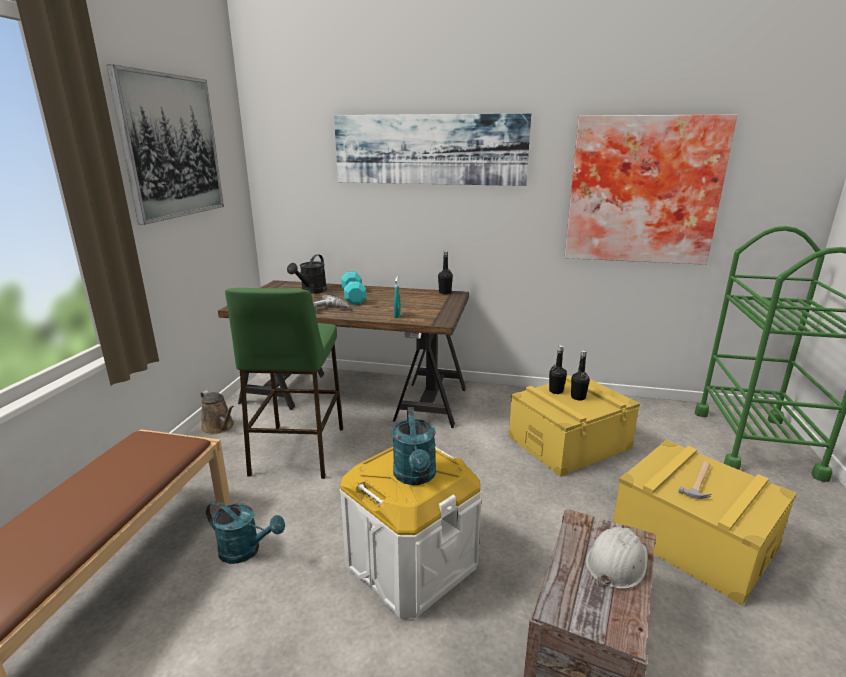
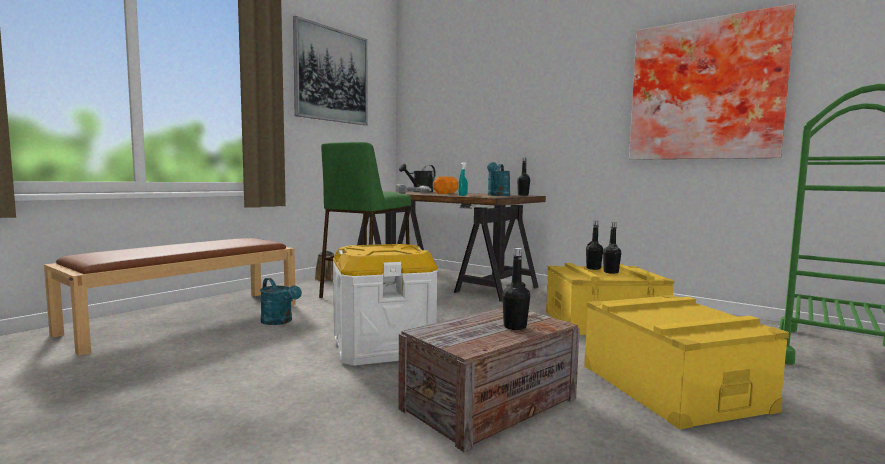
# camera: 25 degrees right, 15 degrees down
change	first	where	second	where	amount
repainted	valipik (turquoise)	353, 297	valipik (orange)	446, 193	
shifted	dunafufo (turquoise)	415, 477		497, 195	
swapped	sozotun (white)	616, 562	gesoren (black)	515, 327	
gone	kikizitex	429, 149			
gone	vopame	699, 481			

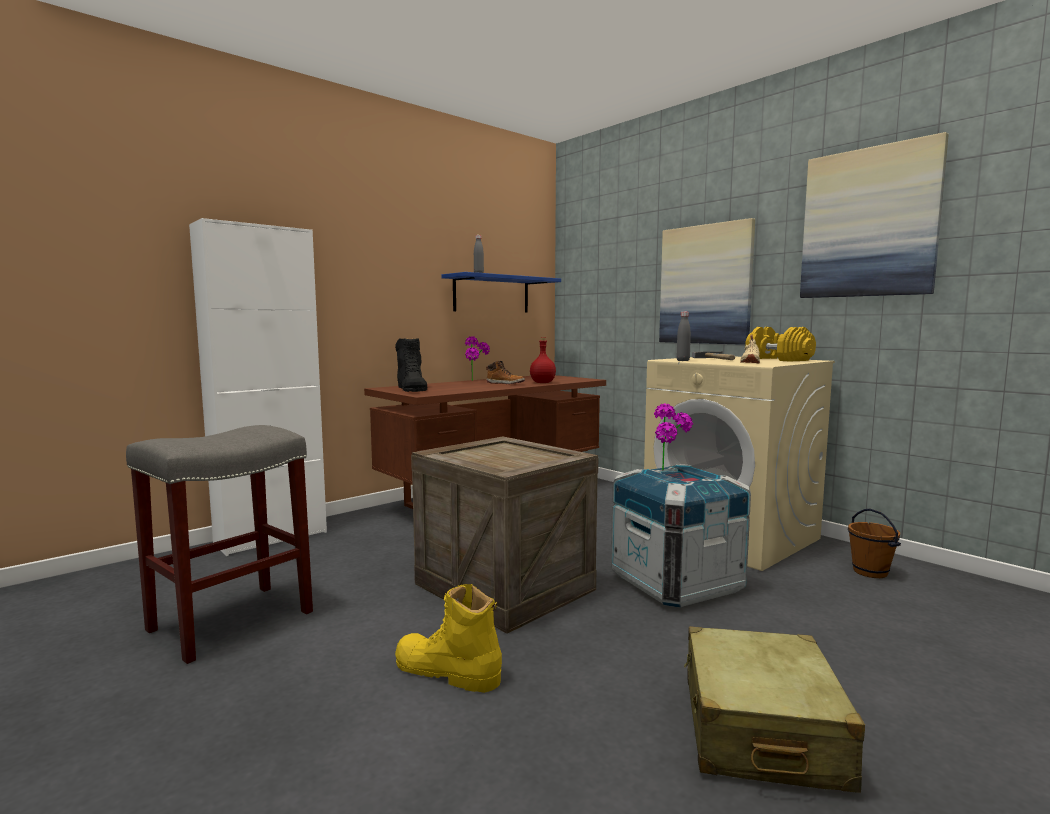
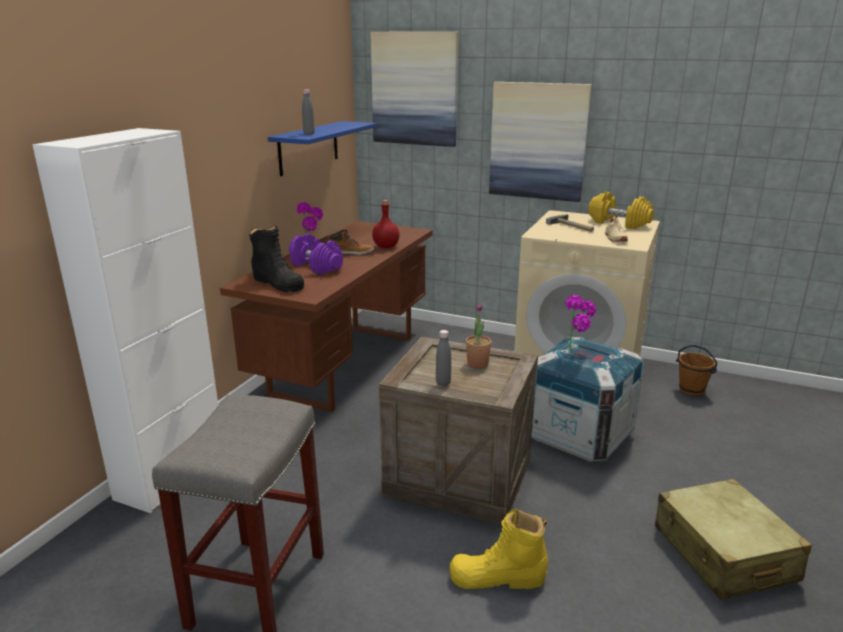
# camera: 25 degrees left, 15 degrees up
change	first	where	second	where	amount
new			valipik (purple)	315, 266	
shifted	kikizitex	869, 223		414, 89	
shifted	gesoren (grey)	683, 360		443, 383	
new			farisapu	477, 363	

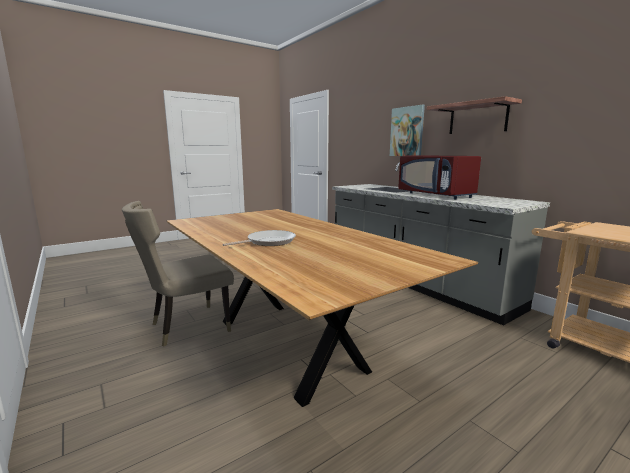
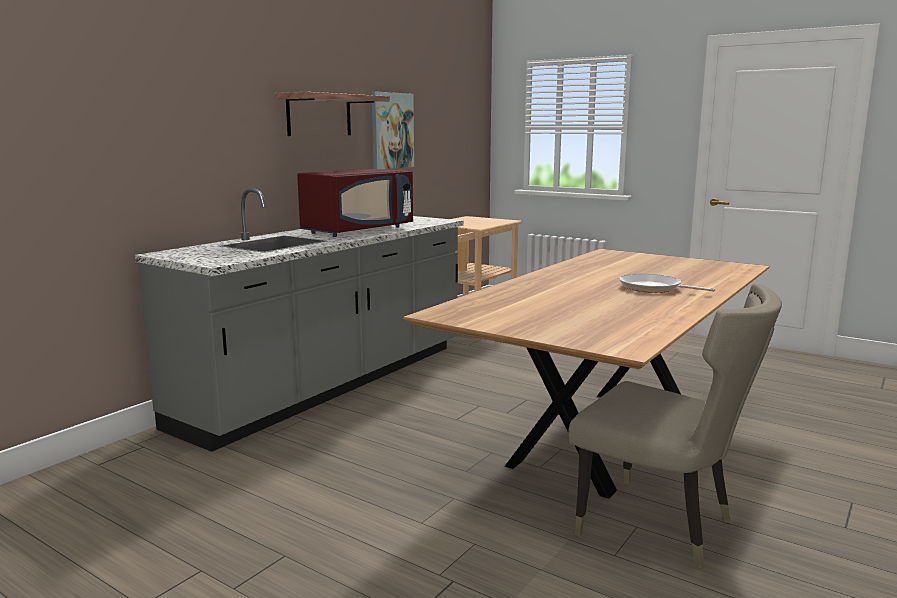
# camera: 110 degrees left, 0 degrees up
change	first	where	second	where	amount
shifted	kikizitex	407, 131		391, 130	

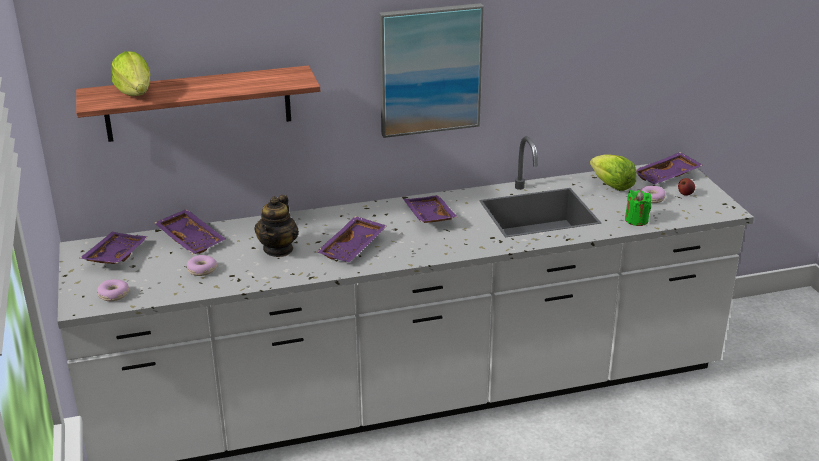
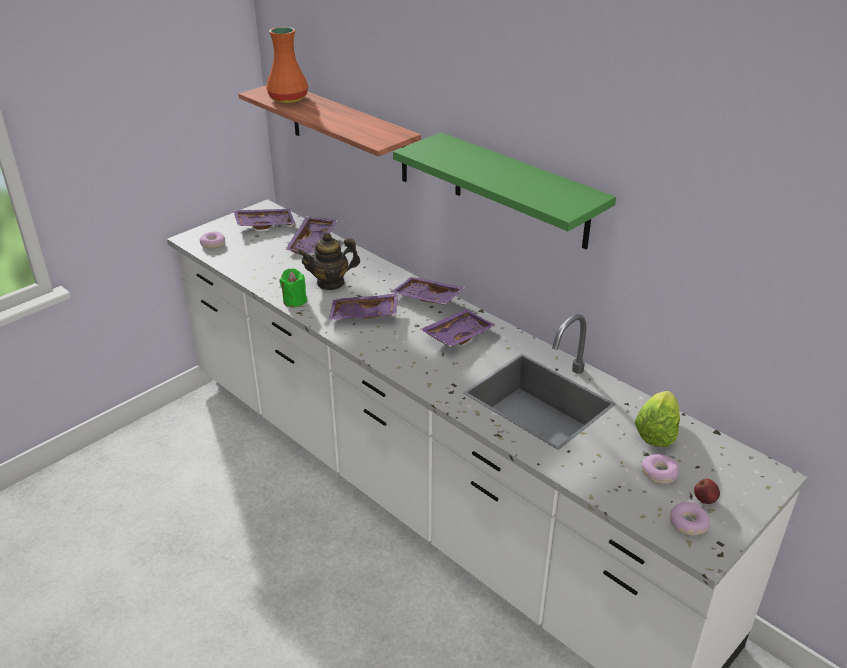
# camera: 60 degrees right, 5 degrees up
change	first	where	second	where	amount
swapped	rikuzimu	135, 93	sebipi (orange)	289, 98	
shifted	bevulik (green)	636, 220		294, 301	
shifted	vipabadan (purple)	667, 176		426, 299	
swapped	kikizitex	430, 70	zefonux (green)	520, 191	
shifted	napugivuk	202, 270		687, 523	

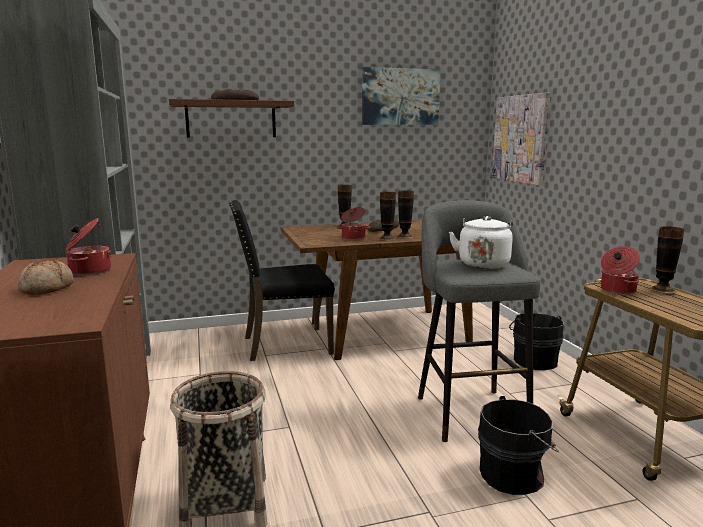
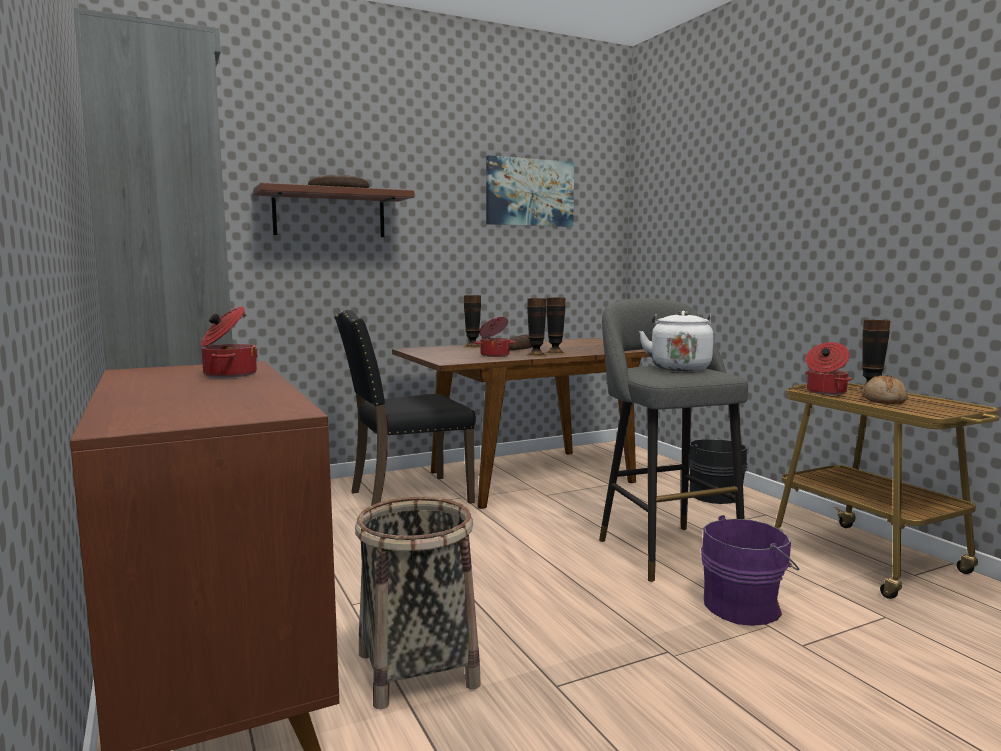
# camera: 10 degrees left, 5 degrees down
change	first	where	second	where	amount
repainted	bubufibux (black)	514, 474	bubufibux (purple)	745, 606	
shifted	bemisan	48, 288		884, 400	
gone	kikizitex	520, 139			

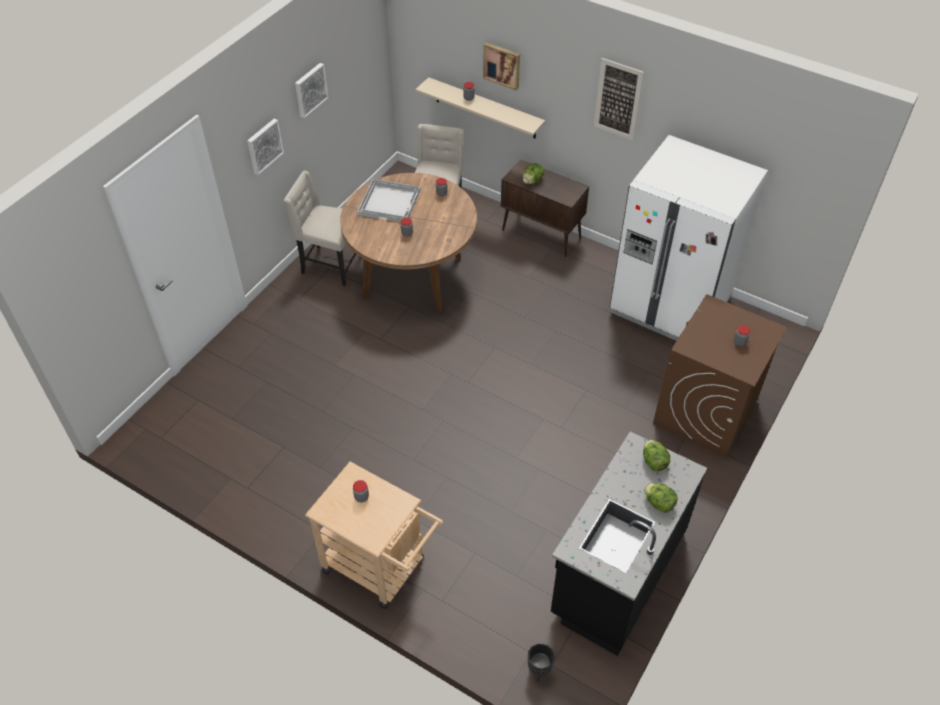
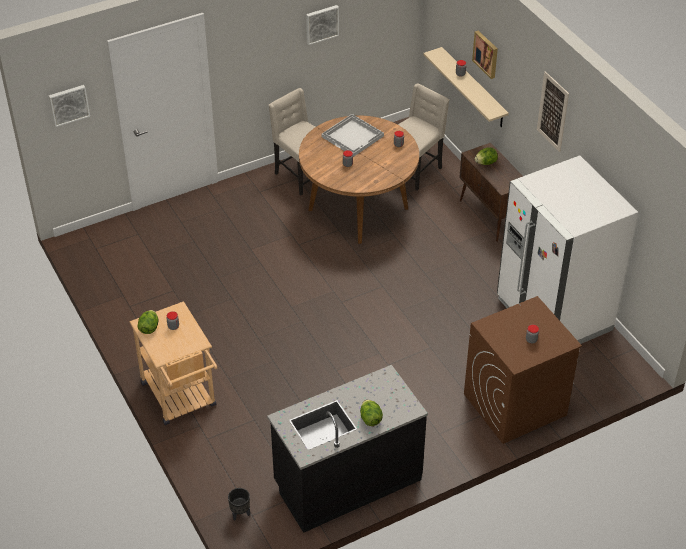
# camera: 30 degrees right, 5 degrees down
change	first	where	second	where	amount
shifted	kikizitex	264, 146		68, 104	
shifted	rikuzimu	654, 462		149, 328	

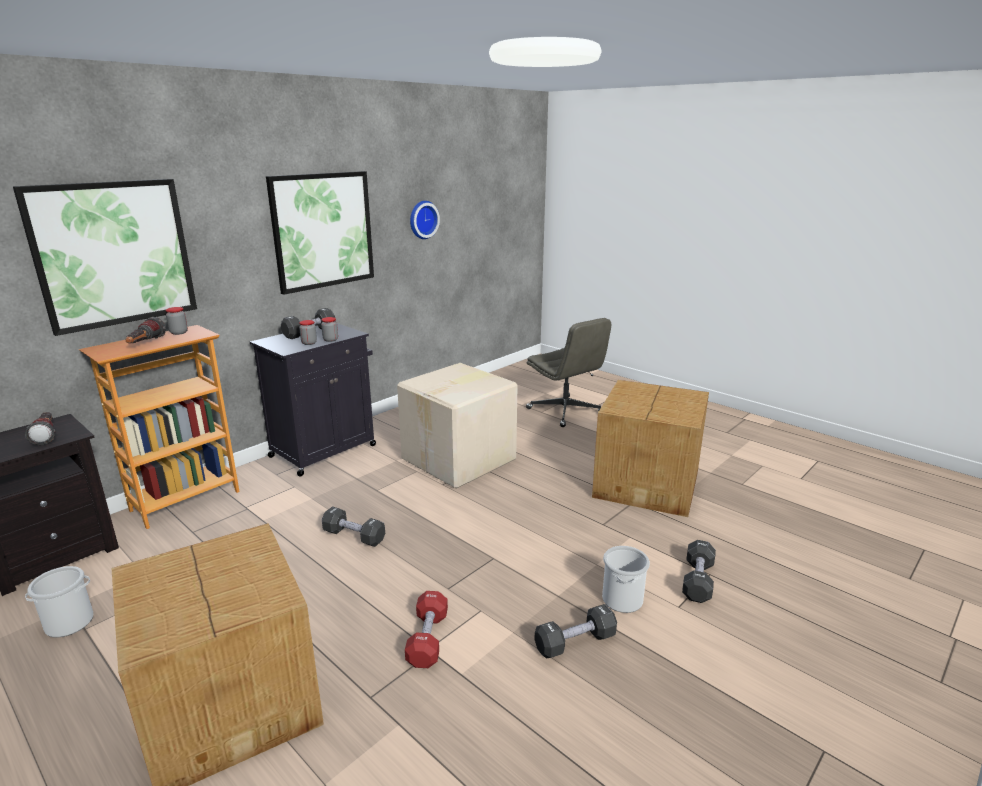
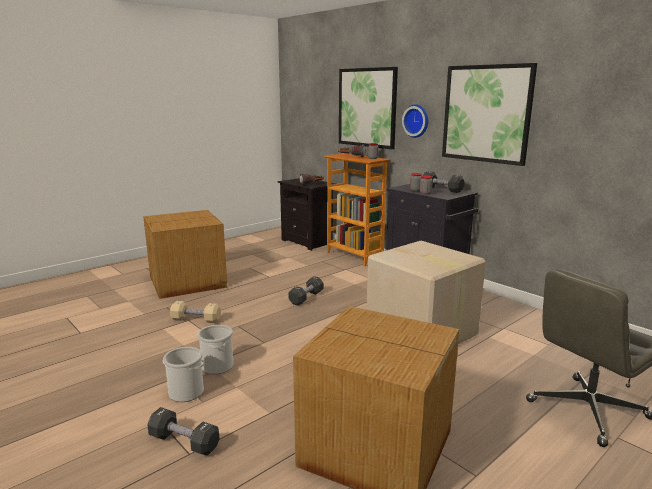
# camera: 95 degrees right, 5 degrees down
change	first	where	second	where	amount
repainted	valipik (red)	427, 639	valipik (beige)	196, 320	
shifted	bubufibux	69, 623		217, 366	
shifted	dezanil	422, 219		417, 121	
gone	valipik (black)	575, 642			

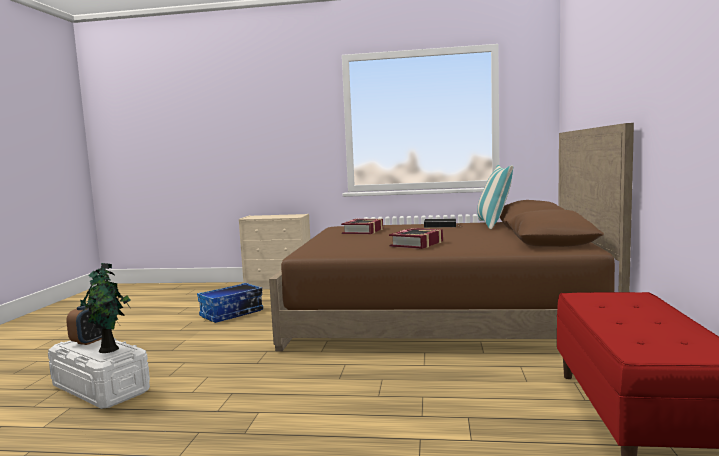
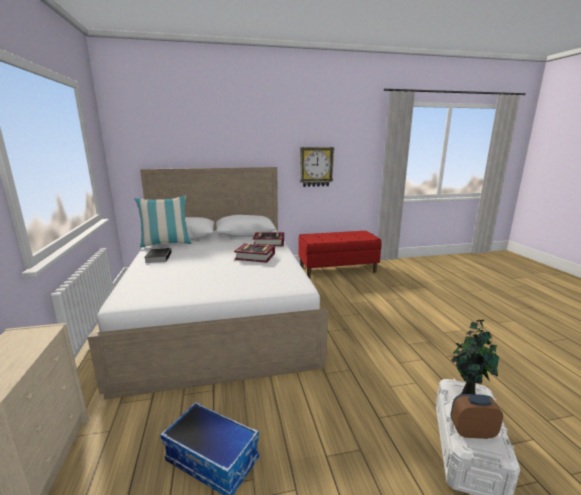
# camera: 110 degrees left, 10 degrees up
change	first	where	second	where	amount
repainted	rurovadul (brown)	441, 315	rurovadul (white)	220, 311	
shifted	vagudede	363, 231		269, 242	
new			dezanil	316, 166	

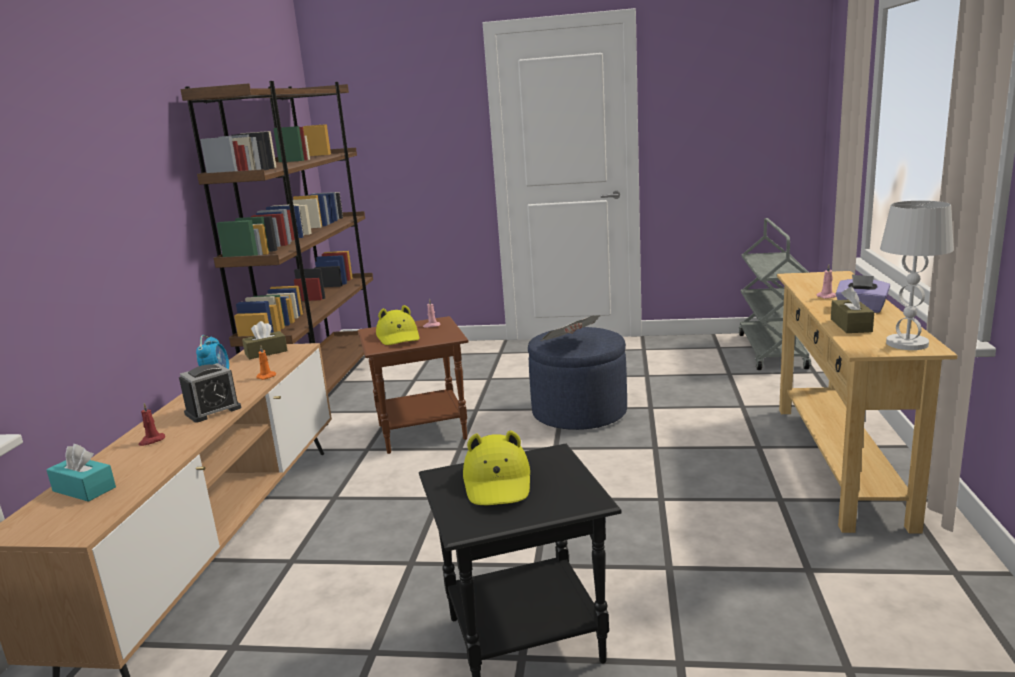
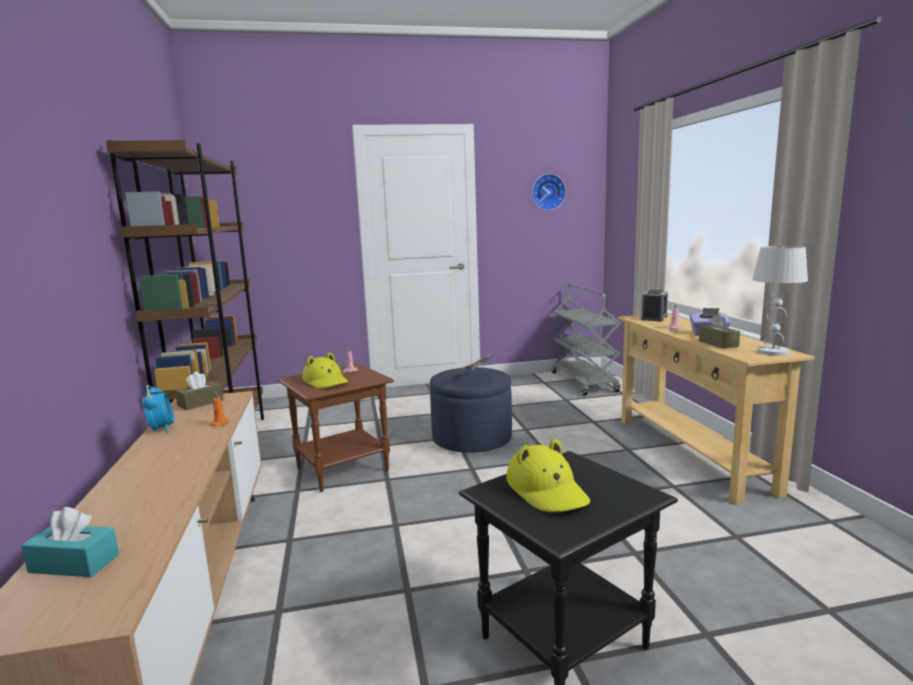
# camera: 20 degrees left, 5 degrees down
change	first	where	second	where	amount
new			dezanil	547, 192	
shifted	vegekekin	213, 411		654, 318	
gone	bevulik (red)	151, 441			

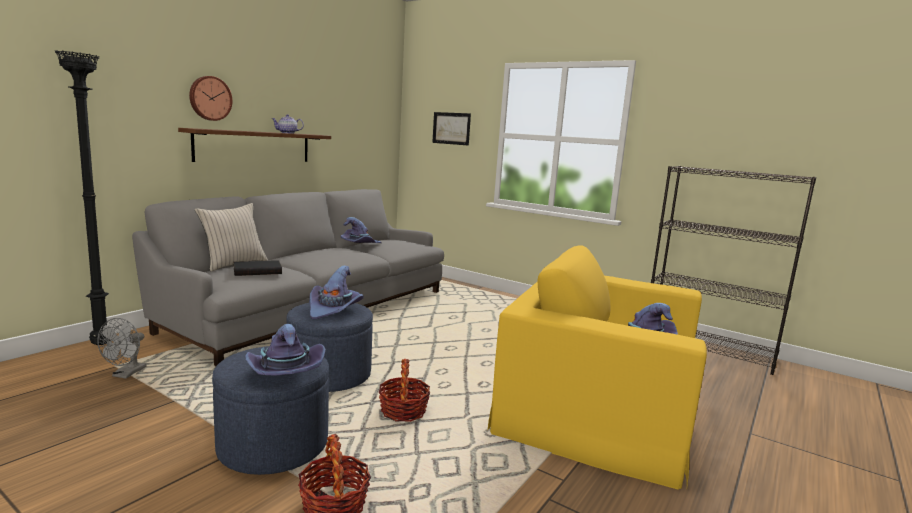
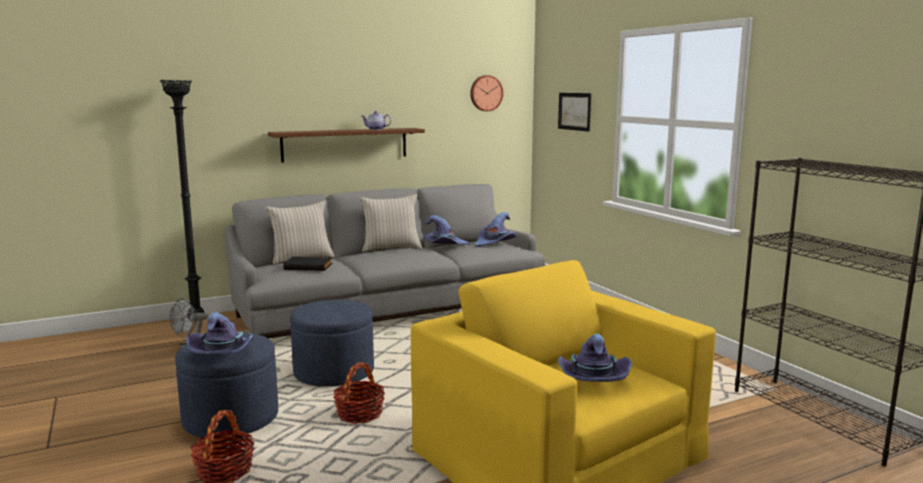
# camera: 30 degrees right, 0 degrees up
change	first	where	second	where	amount
new			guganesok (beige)	391, 248	
shifted	dezanil	210, 98		485, 93	
shifted	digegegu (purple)	334, 309		495, 243	

